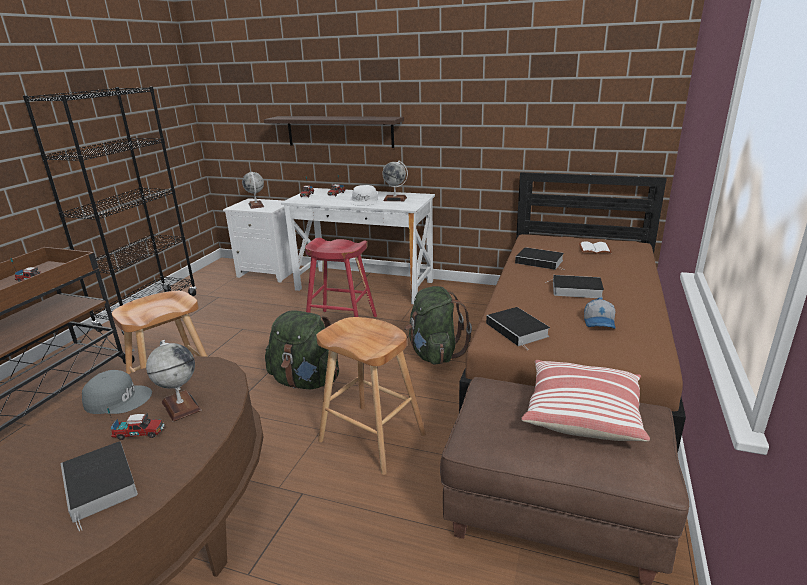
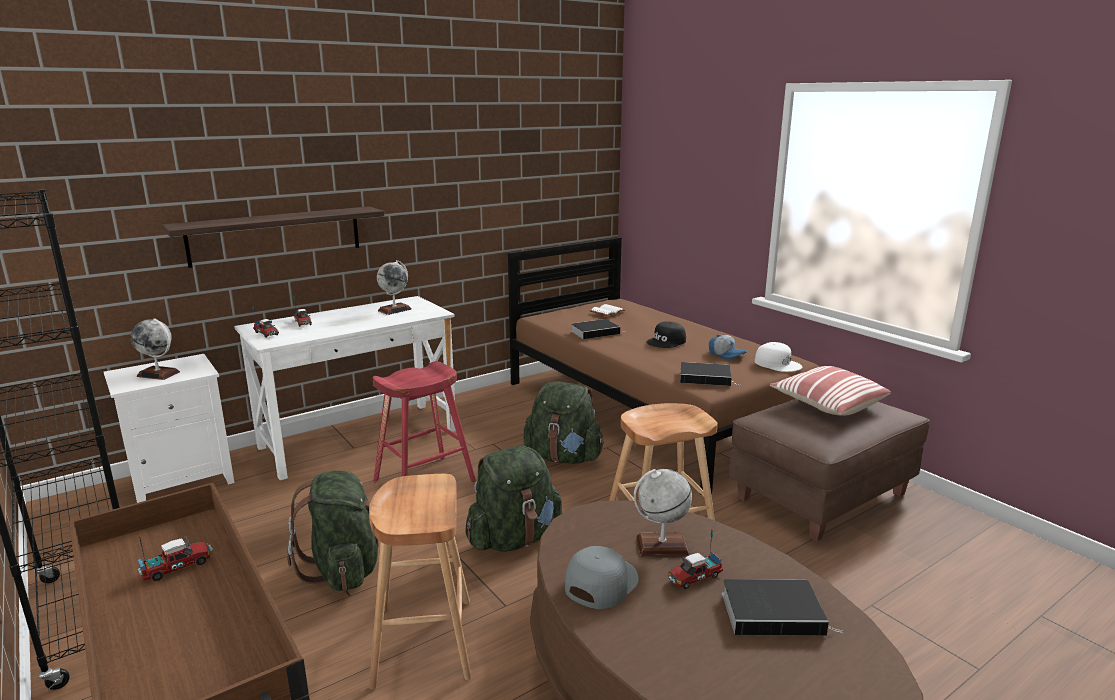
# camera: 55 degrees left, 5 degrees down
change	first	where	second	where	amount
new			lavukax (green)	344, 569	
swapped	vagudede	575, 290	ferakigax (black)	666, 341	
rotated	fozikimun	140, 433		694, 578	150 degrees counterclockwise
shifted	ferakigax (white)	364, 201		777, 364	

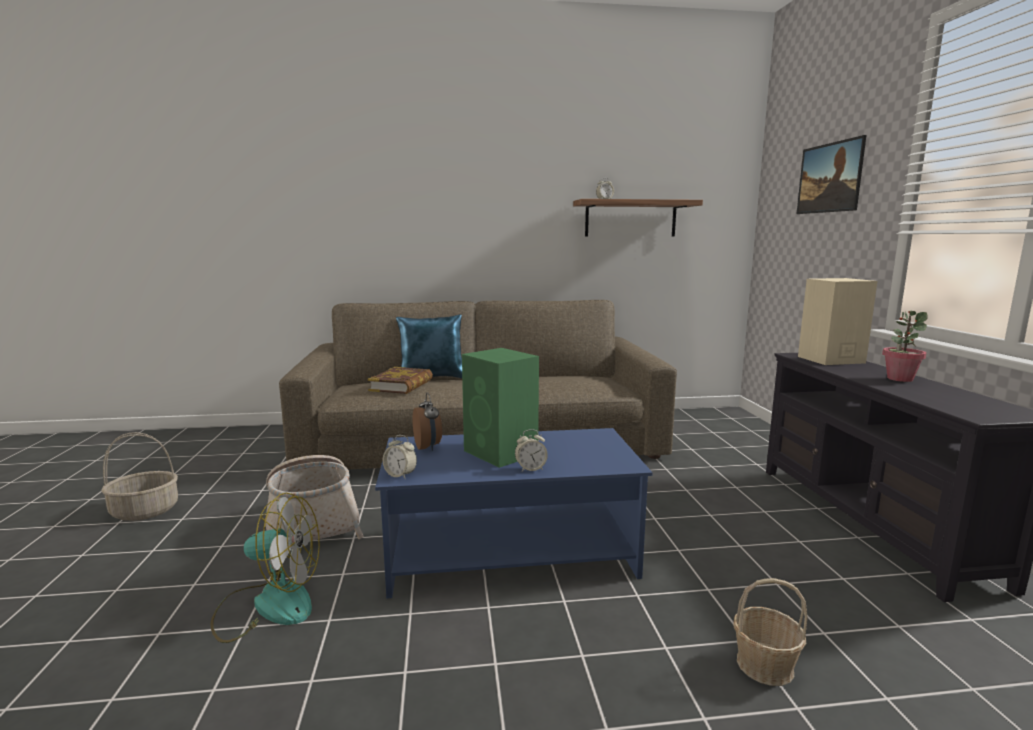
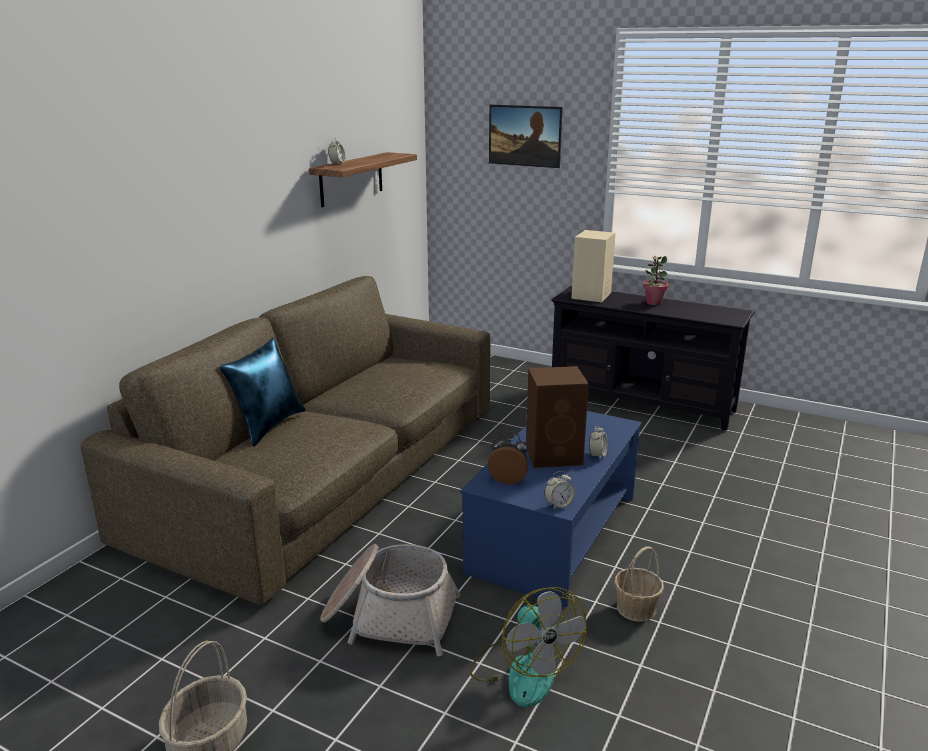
# camera: 55 degrees left, 10 degrees up
change	first	where	second	where	amount
rotated	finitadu	268, 605		523, 670	120 degrees clockwise
repainted	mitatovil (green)	501, 453	mitatovil (brown)	555, 455	
shifted	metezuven	764, 665		636, 608	
gone	vagudede	401, 385			

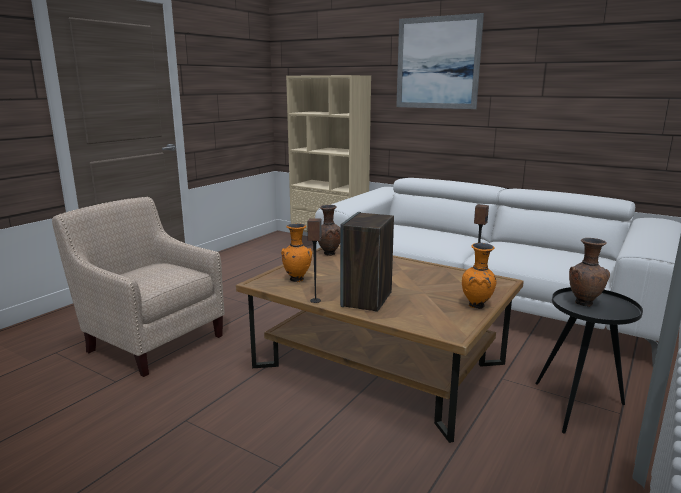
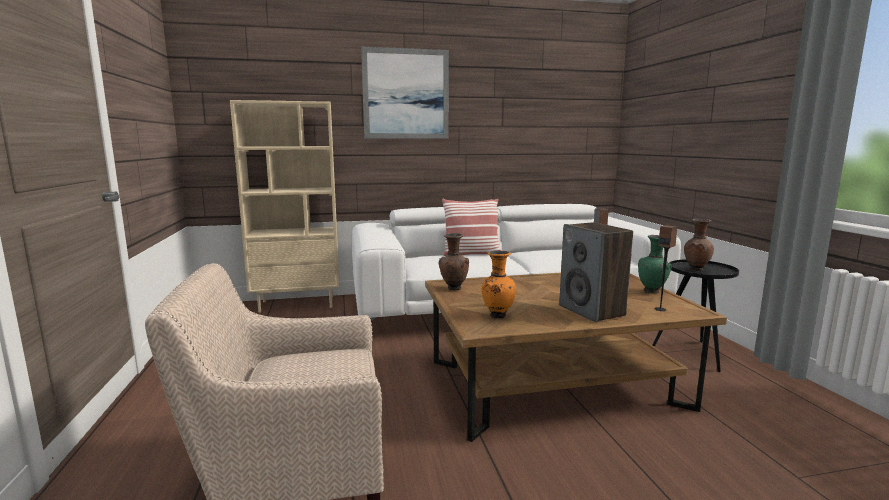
# camera: 45 degrees left, 5 degrees down
change	first	where	second	where	amount
new			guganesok	471, 253	
repainted	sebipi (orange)	477, 306	sebipi (green)	652, 291	
shifted	mitatovil	315, 300		660, 309	

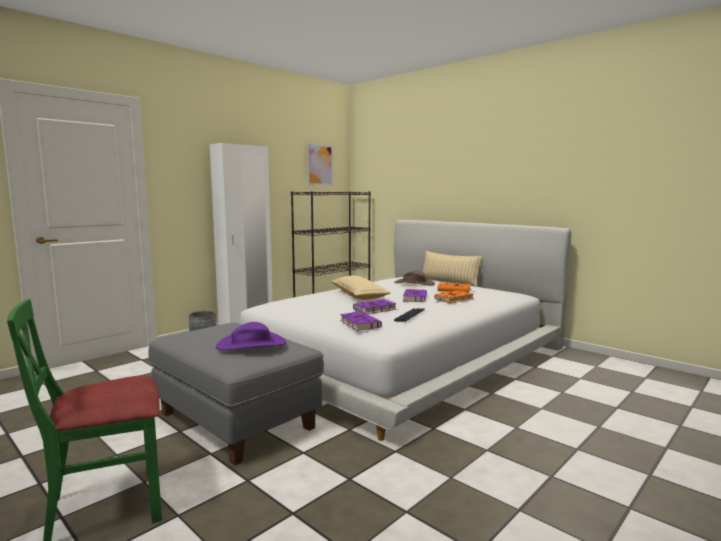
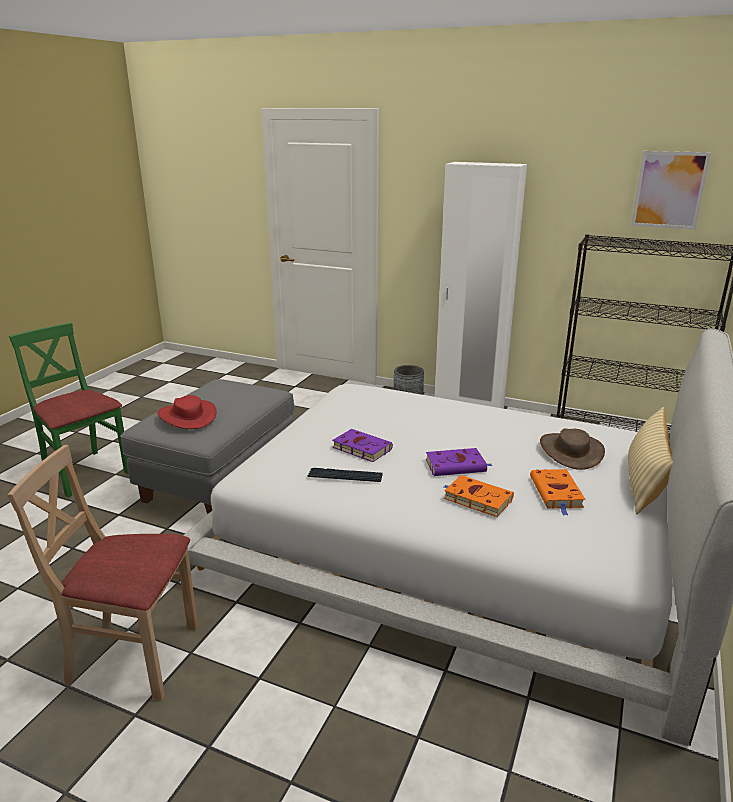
# camera: 70 degrees right, 15 degrees up
change	first	where	second	where	amount
new			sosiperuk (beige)	134, 656	
repainted	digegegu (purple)	251, 344	digegegu (red)	187, 416	
gone	guganesok (beige)	359, 295			
gone	vagudede (purple)	359, 324			

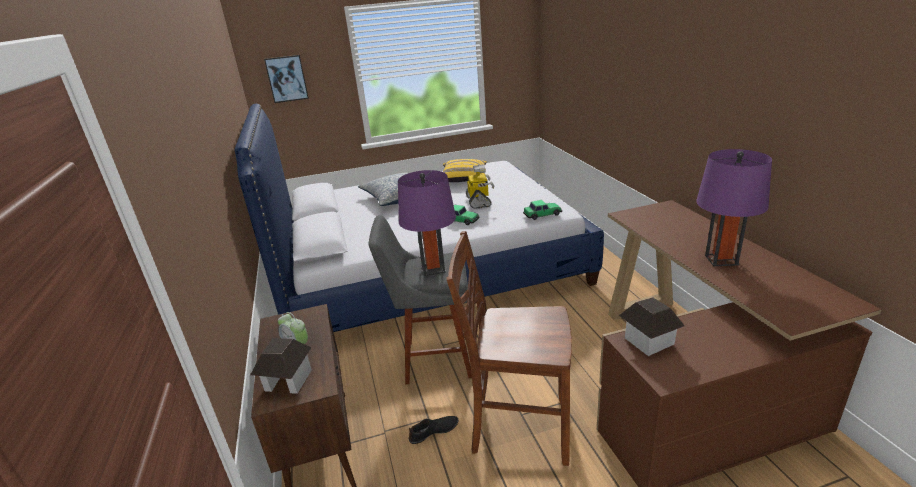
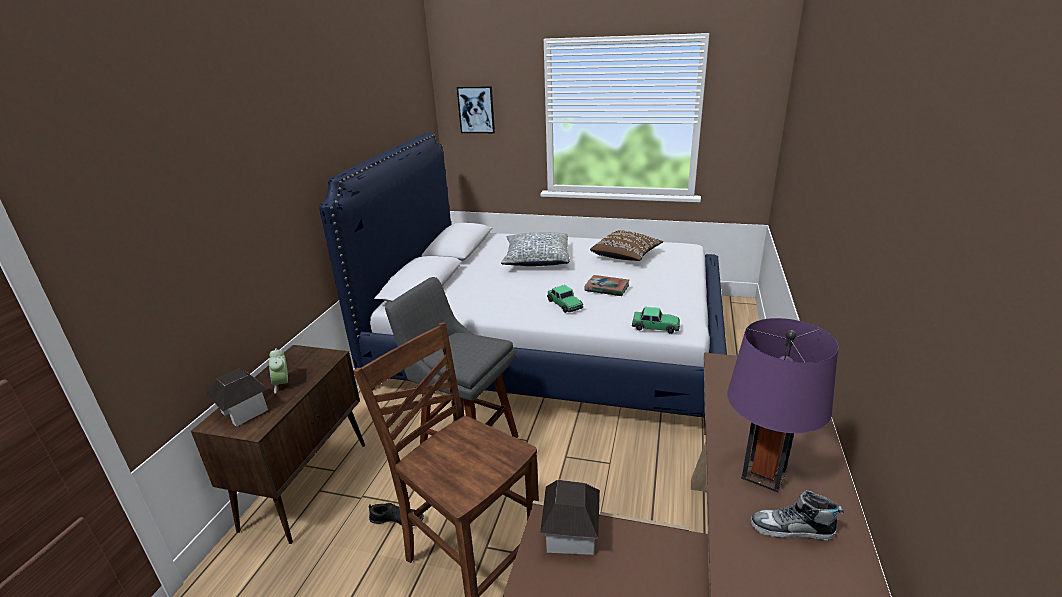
# camera: 30 degrees right, 0 degrees up
change	first	where	second	where	amount
swapped	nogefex	479, 201	vagudede	606, 288	
repainted	guganesok (yellow)	464, 179	guganesok (brown)	626, 256	
new			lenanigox	792, 529	
gone	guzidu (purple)	433, 269			

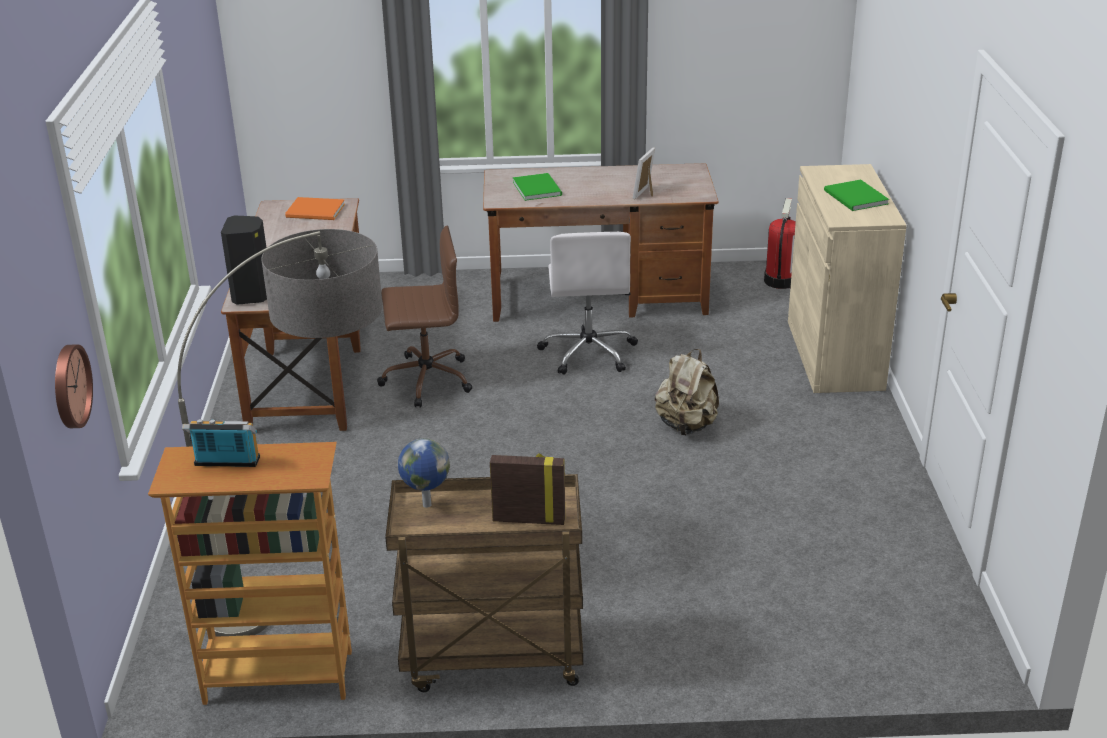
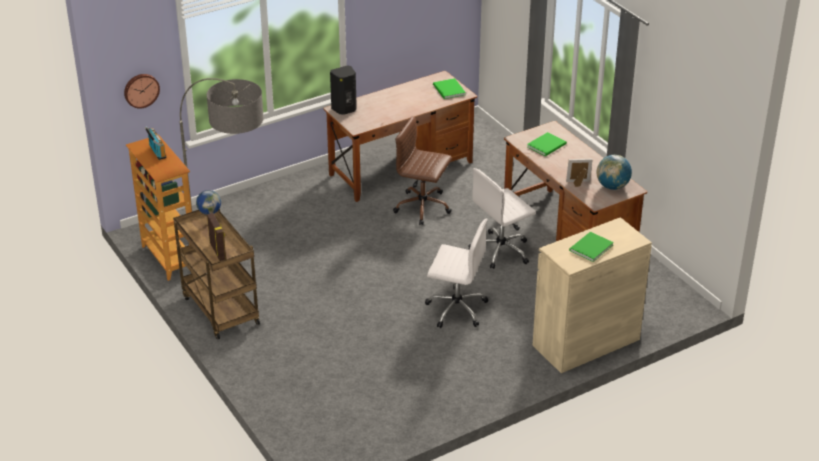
# camera: 60 degrees right, 5 degrees up
change	first	where	second	where	amount
rotated	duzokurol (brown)	425, 380		423, 207	150 degrees clockwise
swapped	lavukax (beige)	686, 425	duzokurol (white)	455, 308	
repainted	vagudede (orange)	316, 211	vagudede (green)	448, 90	
new			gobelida	612, 186	
gone	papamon	779, 281			

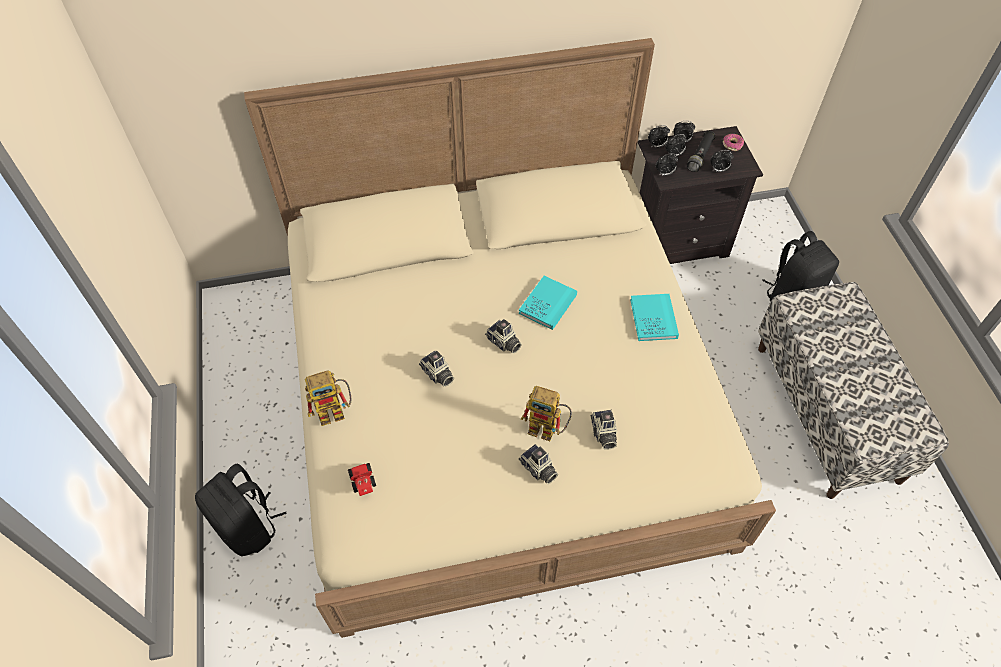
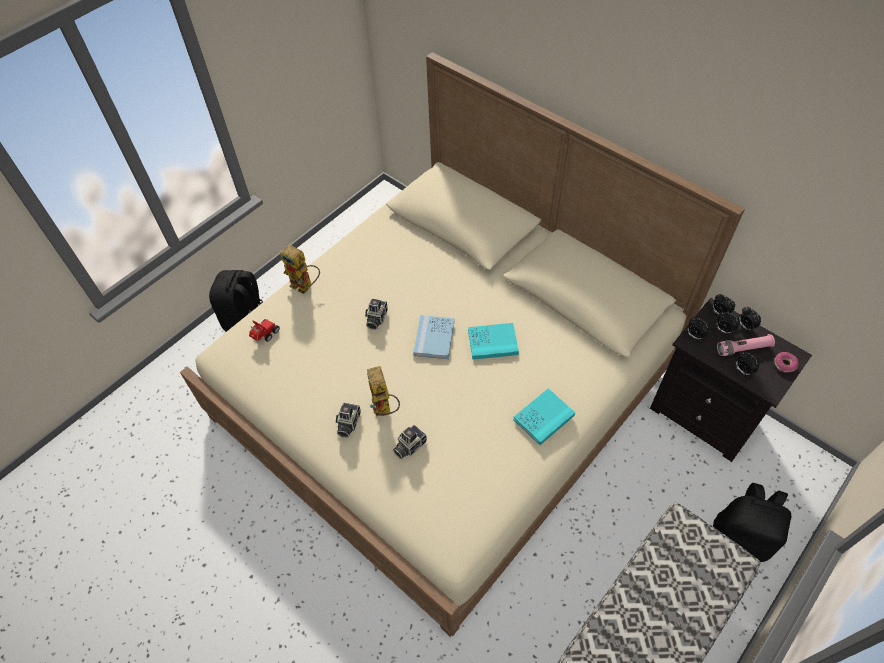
# camera: 55 degrees right, 0 degrees up
change	first	where	second	where	amount
swapped	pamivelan	503, 343	vagudede (blue)	434, 338	
repainted	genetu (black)	700, 156	genetu (pink)	743, 349	

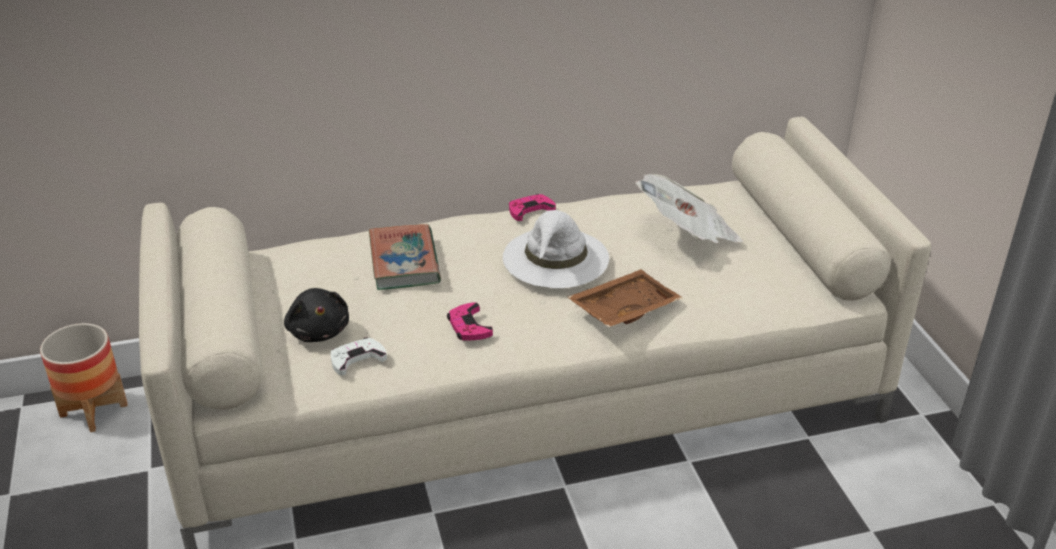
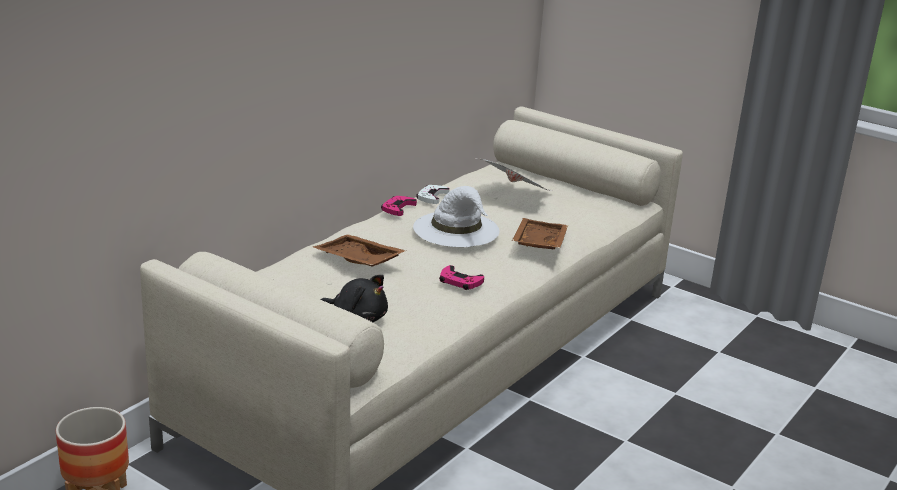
# camera: 40 degrees left, 10 degrees down
change	first	where	second	where	amount
swapped	vagudede	404, 262	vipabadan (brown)	357, 261	
shifted	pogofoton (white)	357, 359		432, 197	

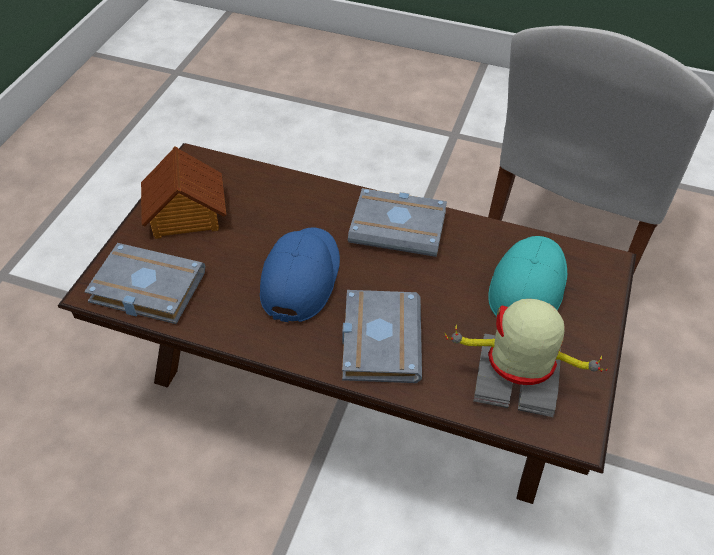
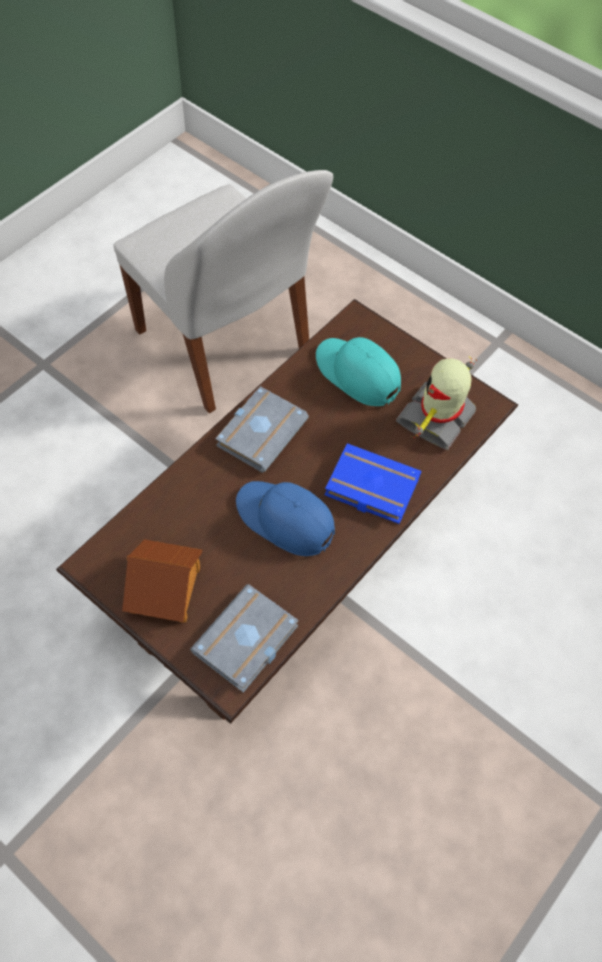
# camera: 70 degrees left, 10 degrees up
change	first	where	second	where	amount
repainted	vagudede (grey)	378, 339	vagudede (blue)	369, 488	

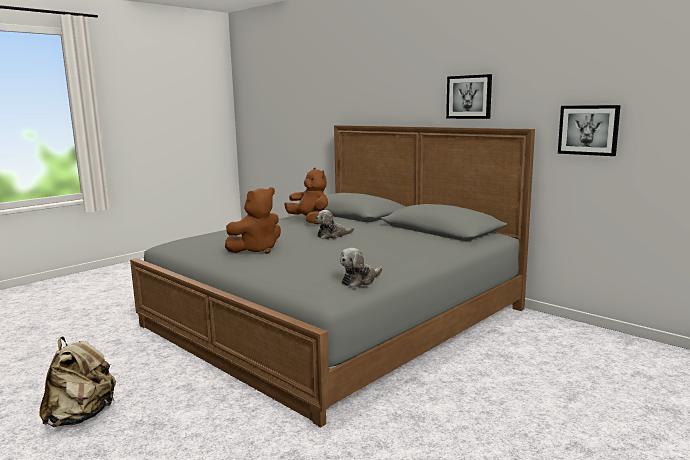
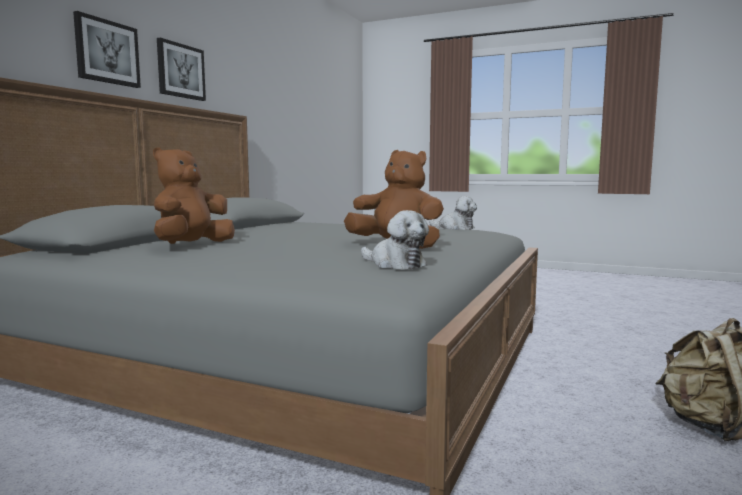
# camera: 110 degrees left, 5 degrees down
change	first	where	second	where	amount
shifted	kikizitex	588, 130		107, 52	
shifted	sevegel	332, 236		395, 264	

